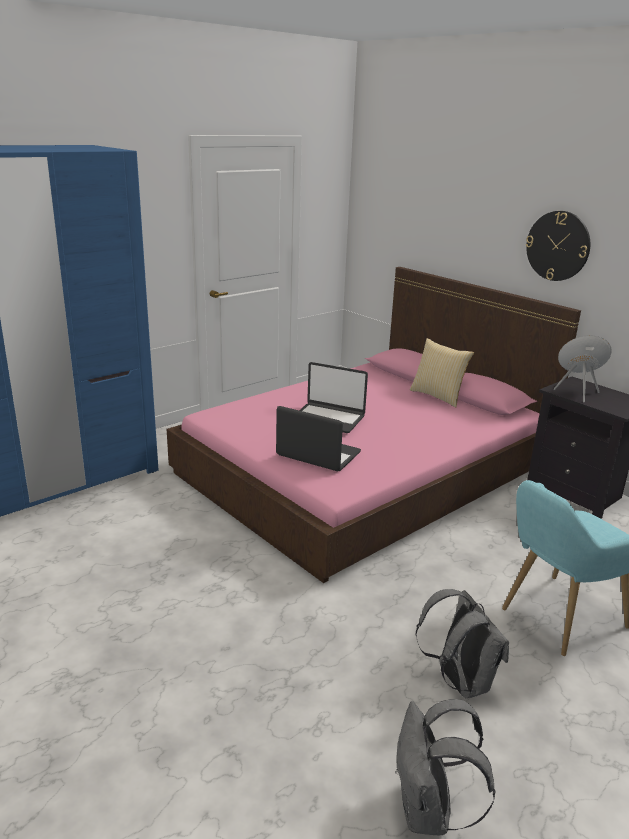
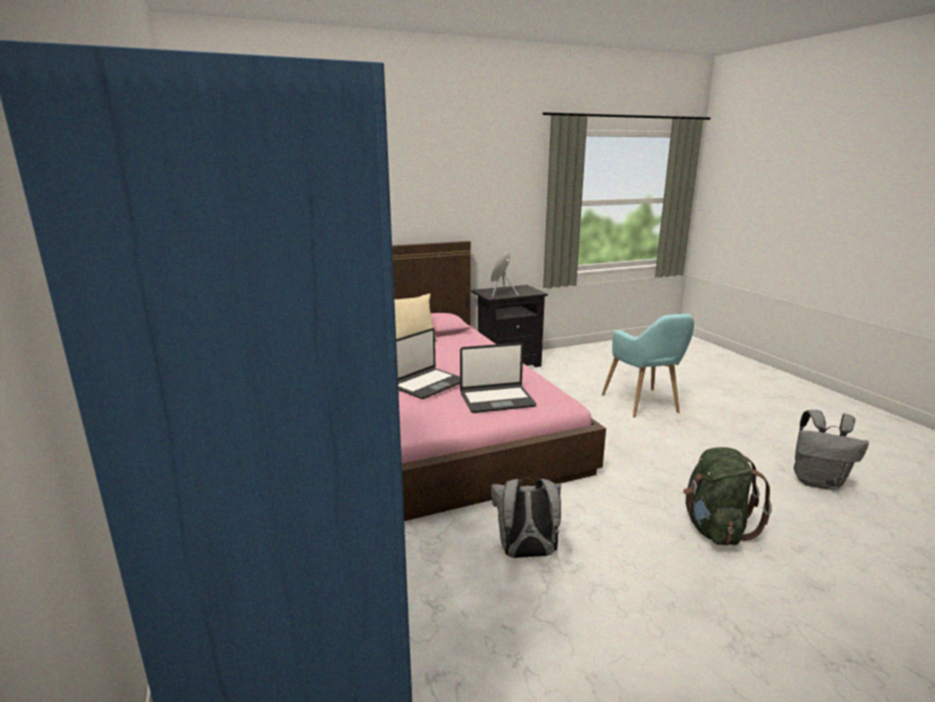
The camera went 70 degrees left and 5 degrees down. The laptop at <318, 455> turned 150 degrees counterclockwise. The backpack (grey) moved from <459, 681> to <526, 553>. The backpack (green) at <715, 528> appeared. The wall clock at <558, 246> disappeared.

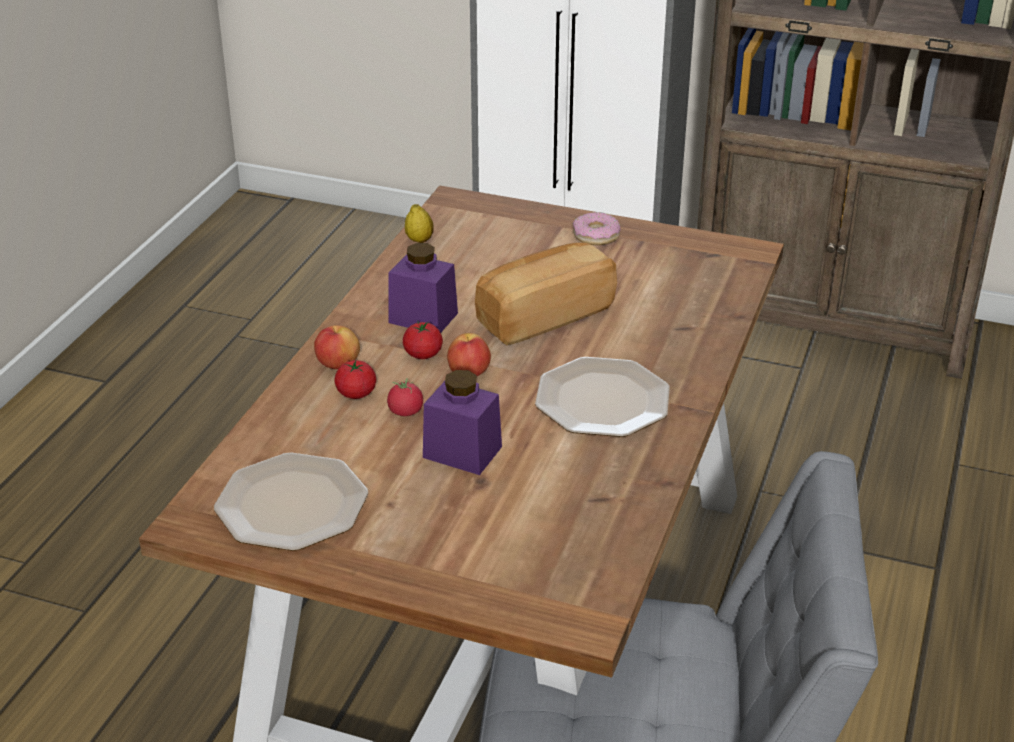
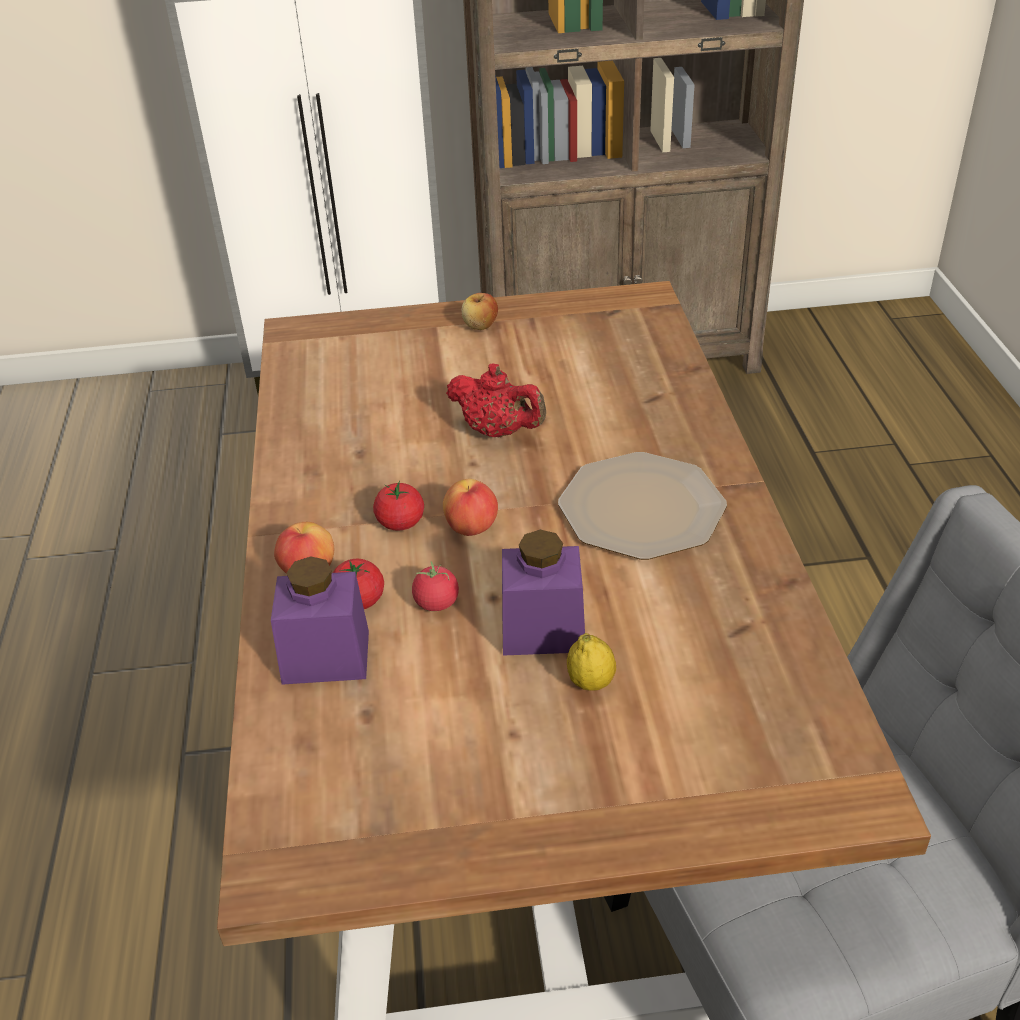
The camera went 25 degrees left and 5 degrees up. The jar (purple) moved from <423, 318> to <326, 657>. The bread at <543, 316> was replaced by the teapot (red) at <498, 431>. The donut at <596, 236> was replaced by the apple at <480, 326>. The lemon moved from <419, 240> to <591, 682>. The plate at <290, 505> disappeared.

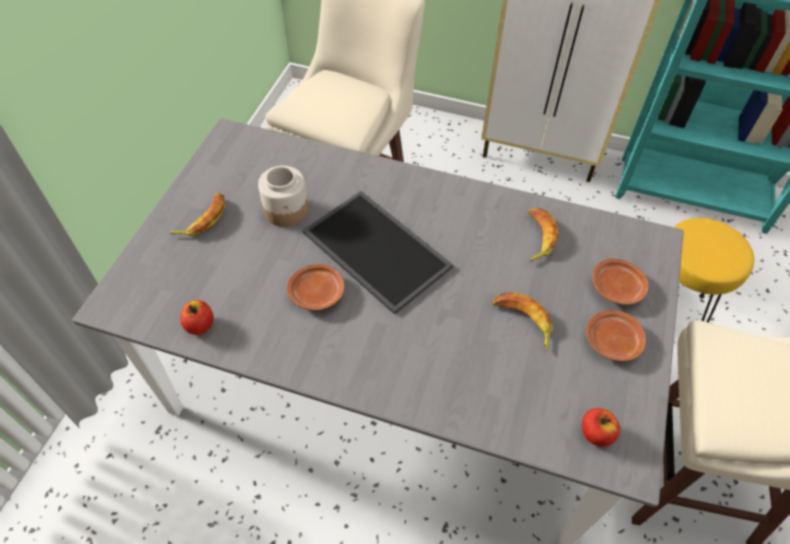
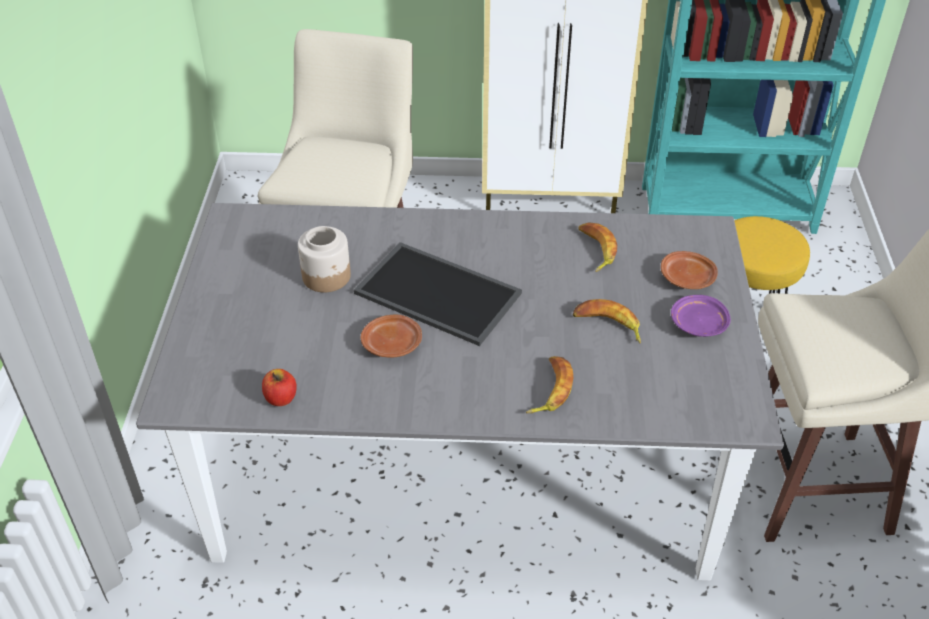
The camera went 15 degrees left and 10 degrees down. The banana moved from <203, 219> to <550, 389>. The plate (brown) at <612, 341> became the plate (purple) at <698, 324>. The apple at <596, 433> disappeared.

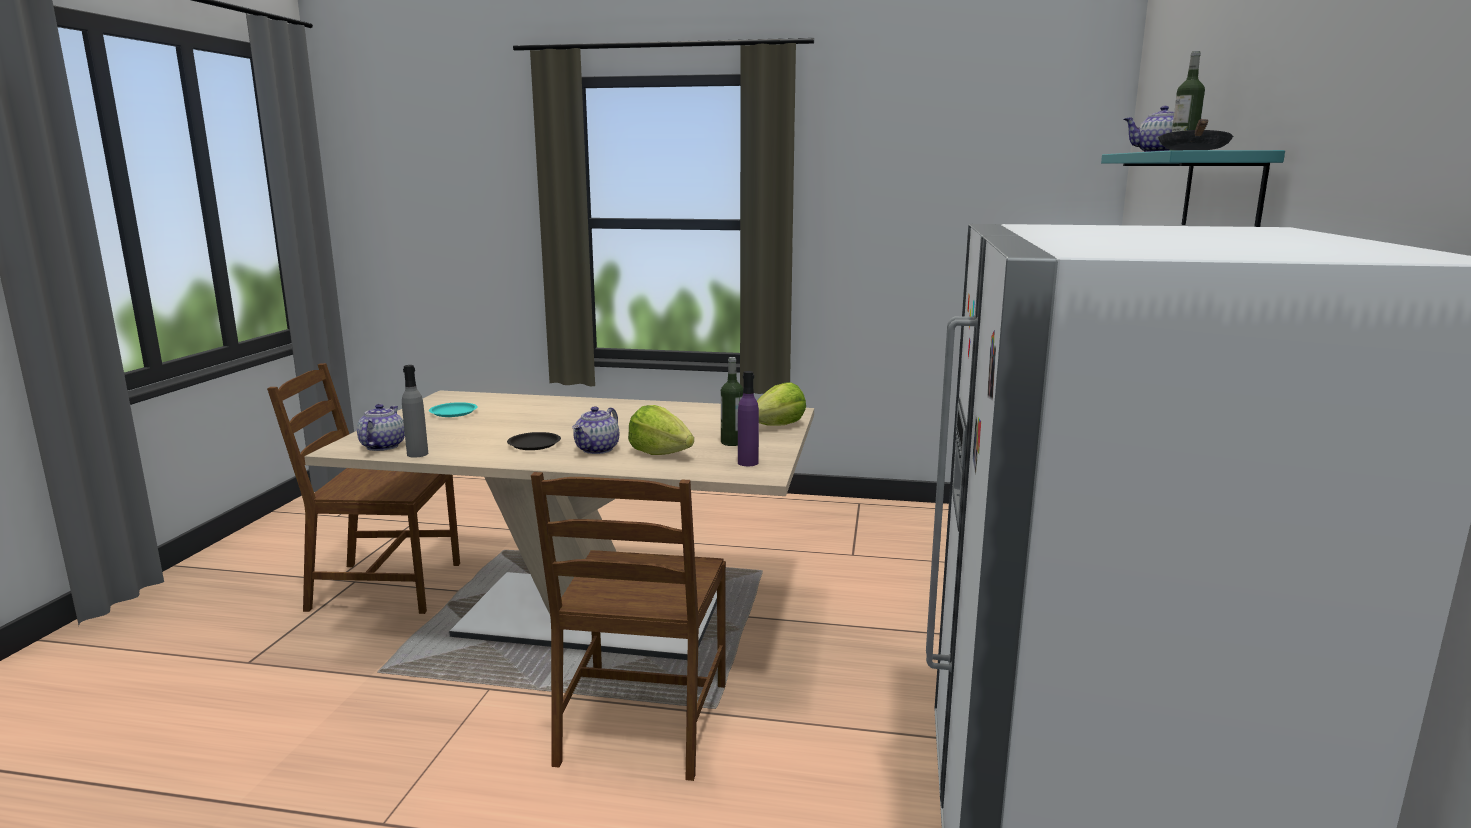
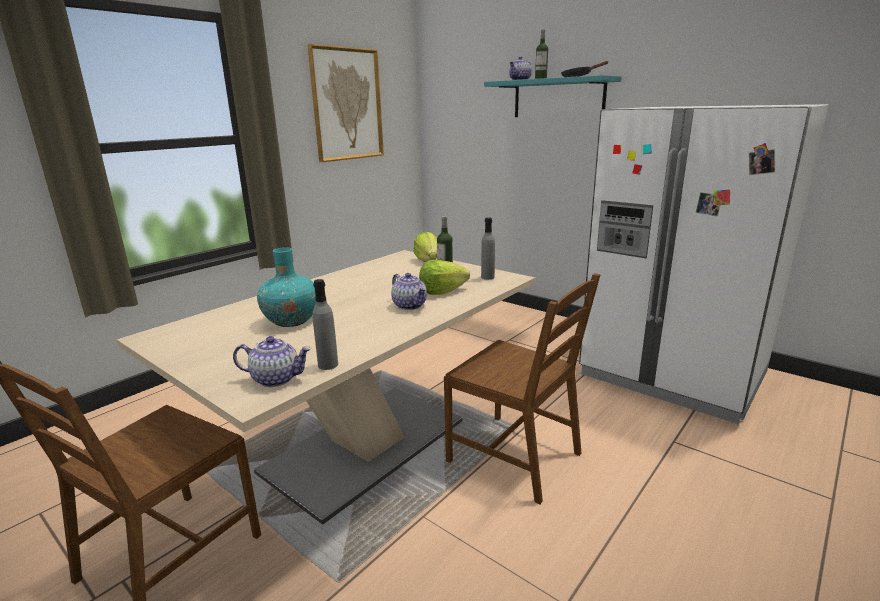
The camera went 60 degrees left and 5 degrees up. The teapot at <382, 446> turned 150 degrees clockwise. The vase (turquoise) at <291, 320> appeared. The picture at <347, 104> appeared. The bottle (purple) at <748, 463> became the bottle (grey) at <487, 277>. The plate (turquoise) at <453, 413> disappeared. The plate (black) at <534, 444> disappeared.

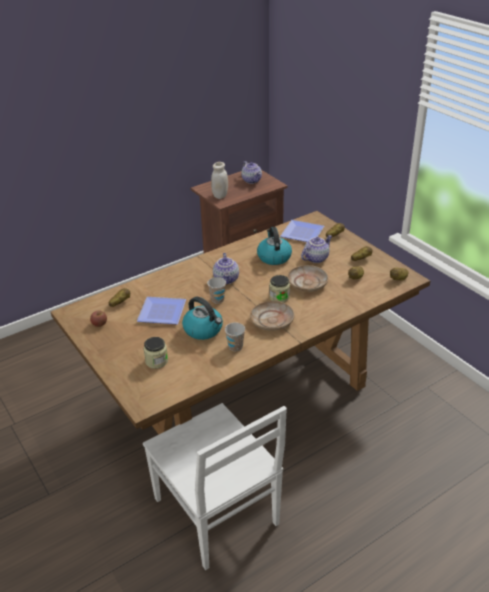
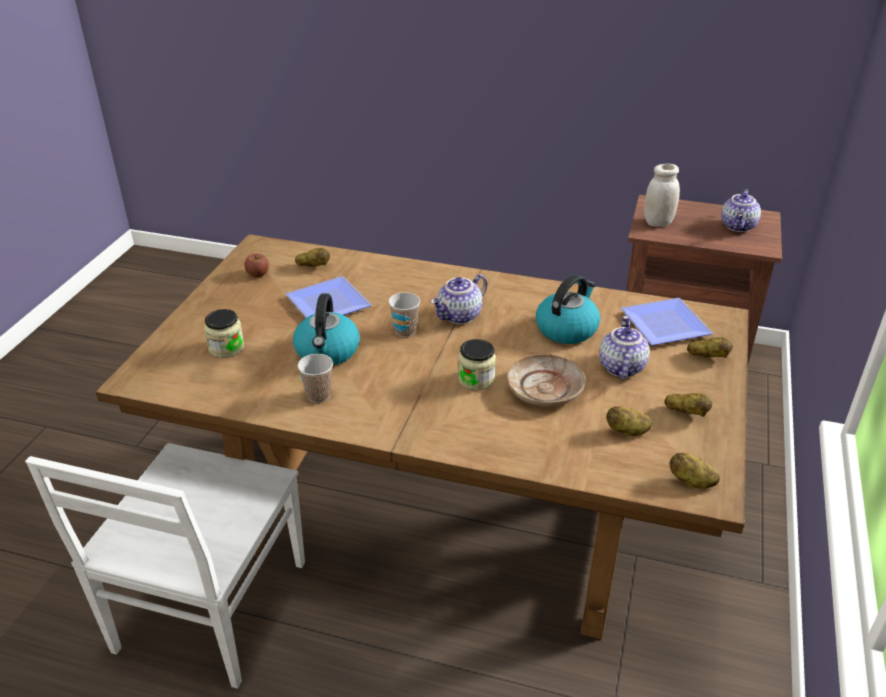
The camera went 50 degrees right and 0 degrees up. The teapot at <315, 258> turned 90 degrees counterclockwise. The plate (beige) at <272, 321> disappeared.

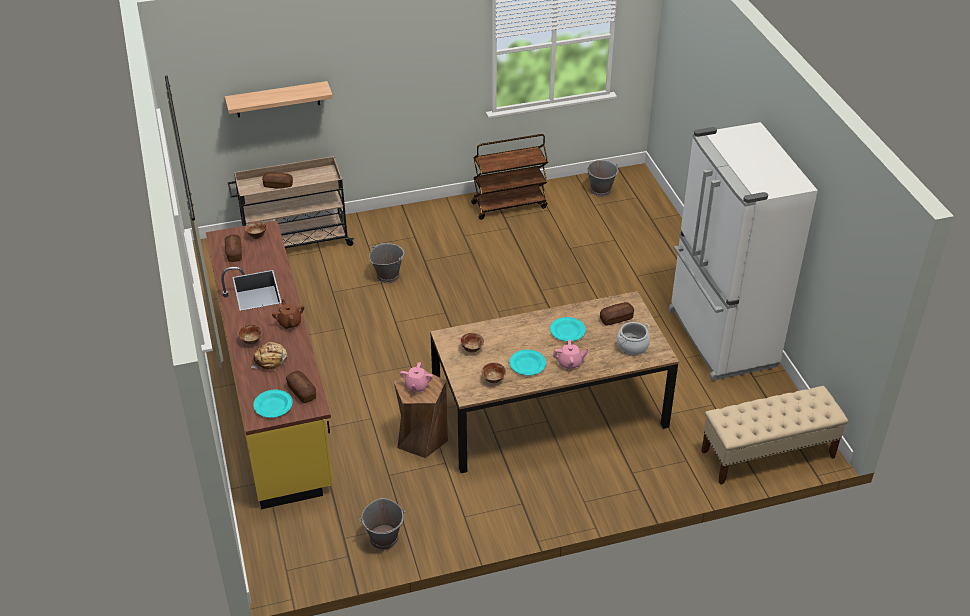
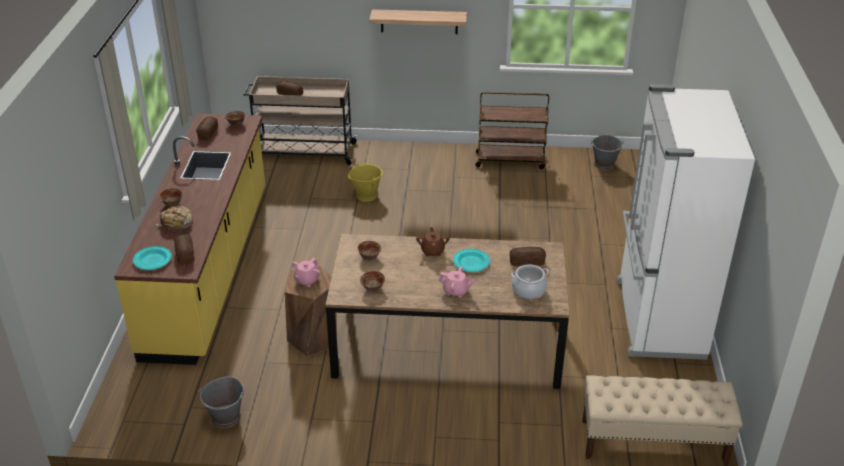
The camera went 20 degrees right and 5 degrees down. The bucket (grey) at <388, 275> became the bucket (yellow) at <366, 195>. The shelf moved from <277, 99> to <419, 21>. The teapot (brown) moved from <290, 322> to <432, 251>. The plate (turquoise) at <527, 364> disappeared.

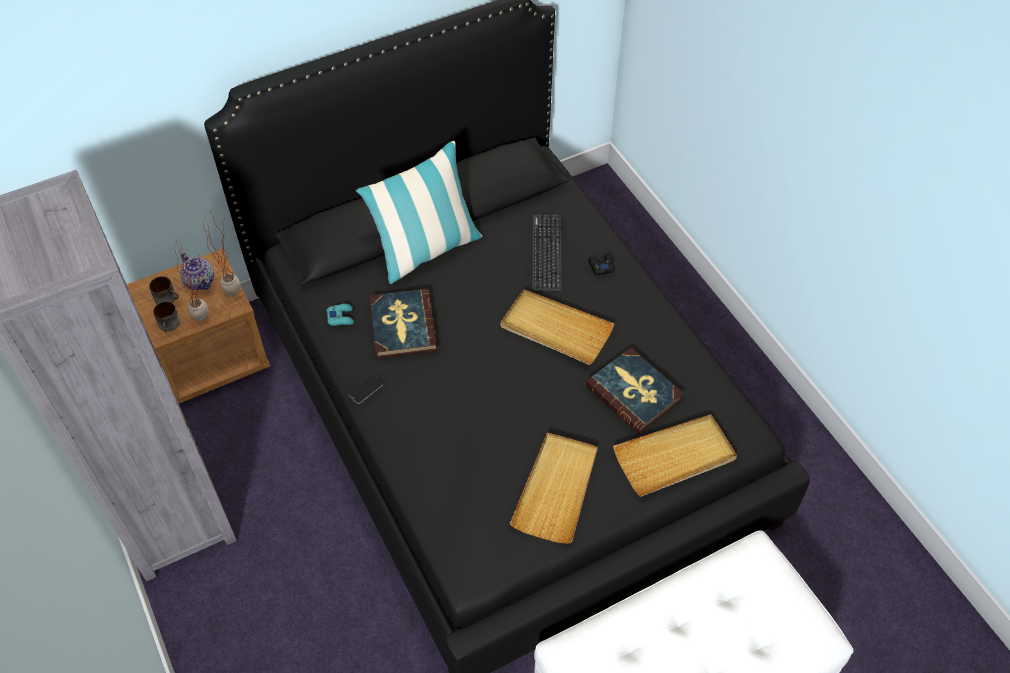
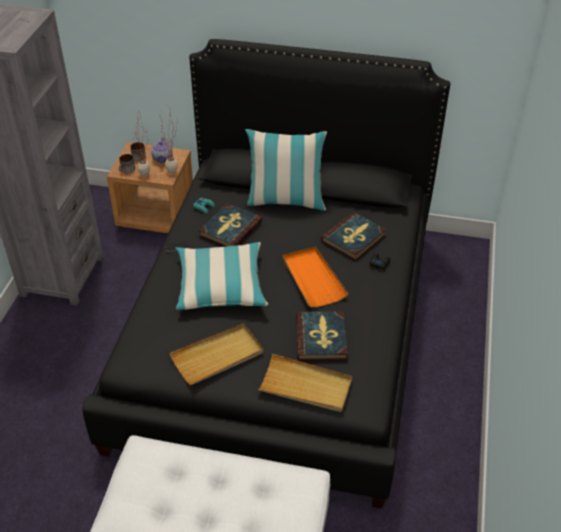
The camera went 40 degrees right and 10 degrees down. The pillow at <221, 286> appeared. The tray (beige) at <555, 329> became the tray (orange) at <313, 279>. The keyboard at <546, 253> was replaced by the book at <354, 238>.

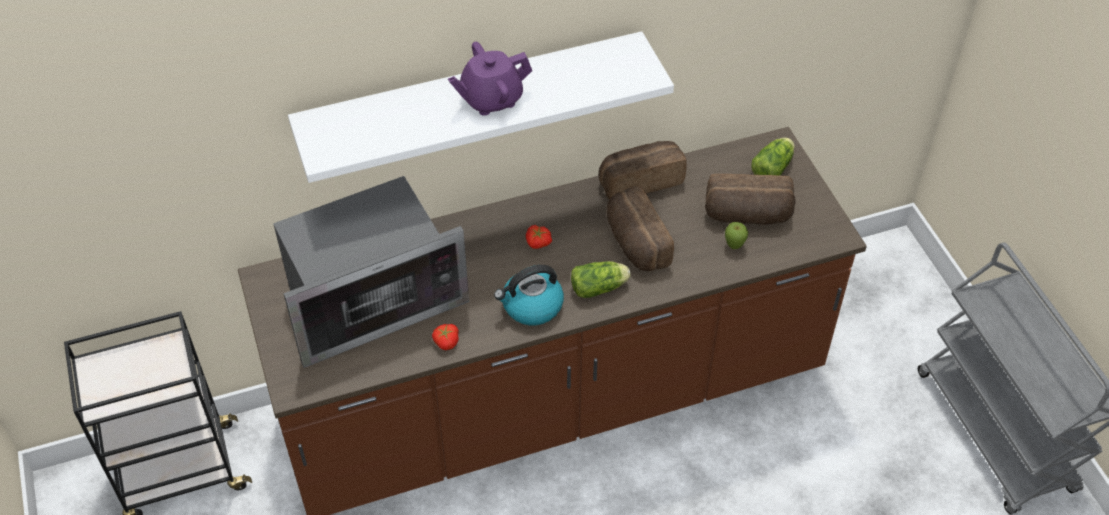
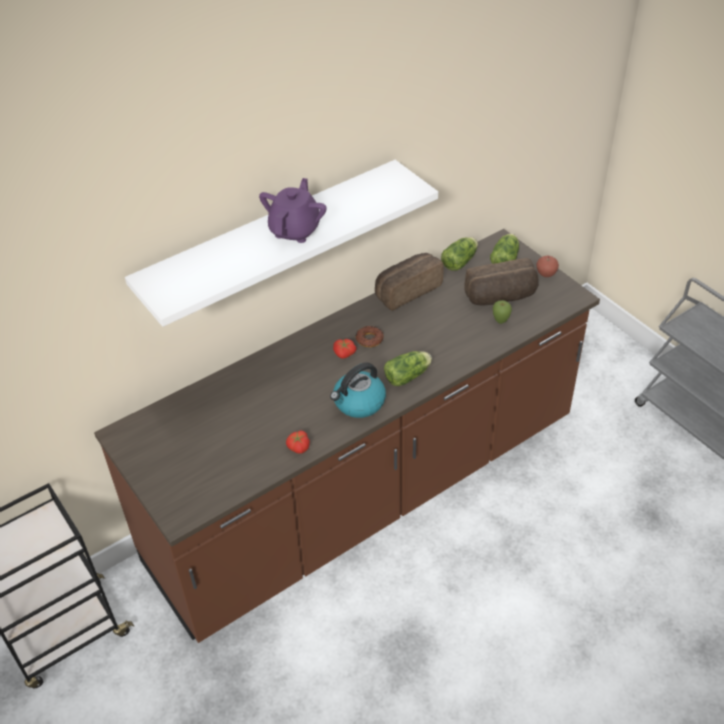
The camera went 15 degrees left and 5 degrees down. The teapot (purple) at <491, 99> turned 150 degrees clockwise. The donut at <369, 339> appeared. The lettuce at <461, 261> appeared. The apple at <546, 274> appeared. The microwave at <371, 301> disappeared. The bread at <635, 243> disappeared.

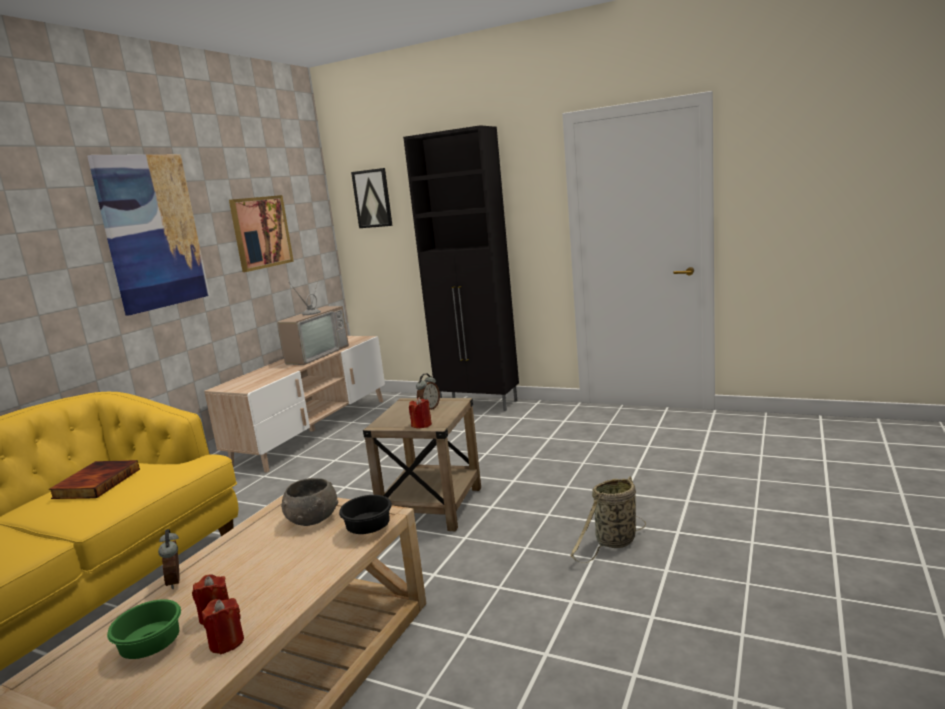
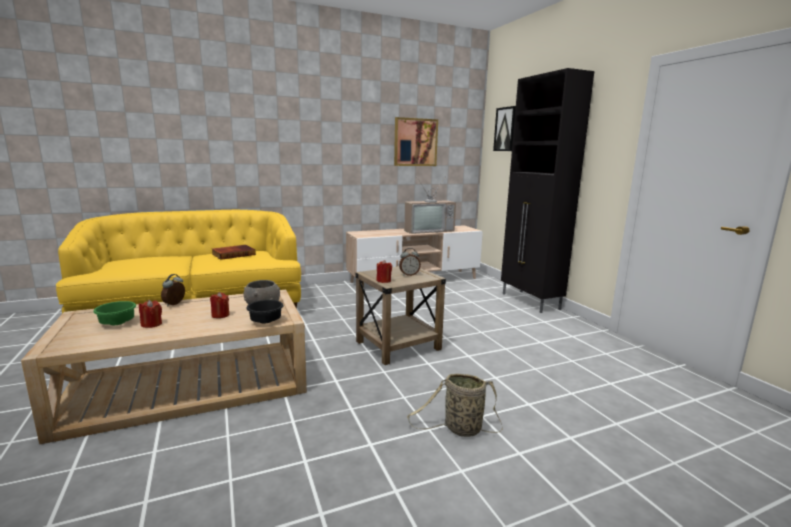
The camera went 40 degrees right and 0 degrees up. The candle (red) moved from <227, 642> to <220, 315>. The picture at <151, 232> disappeared.

